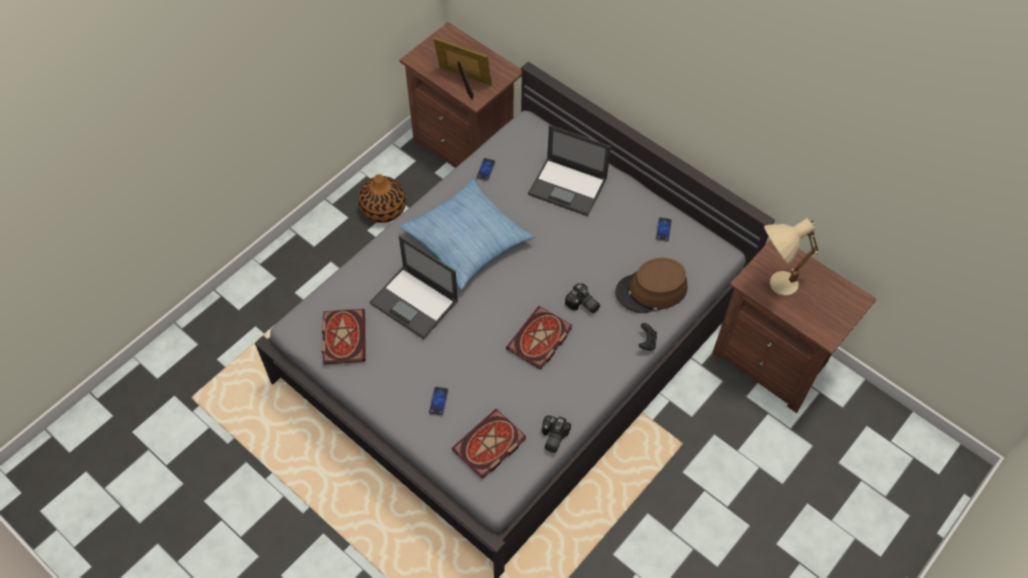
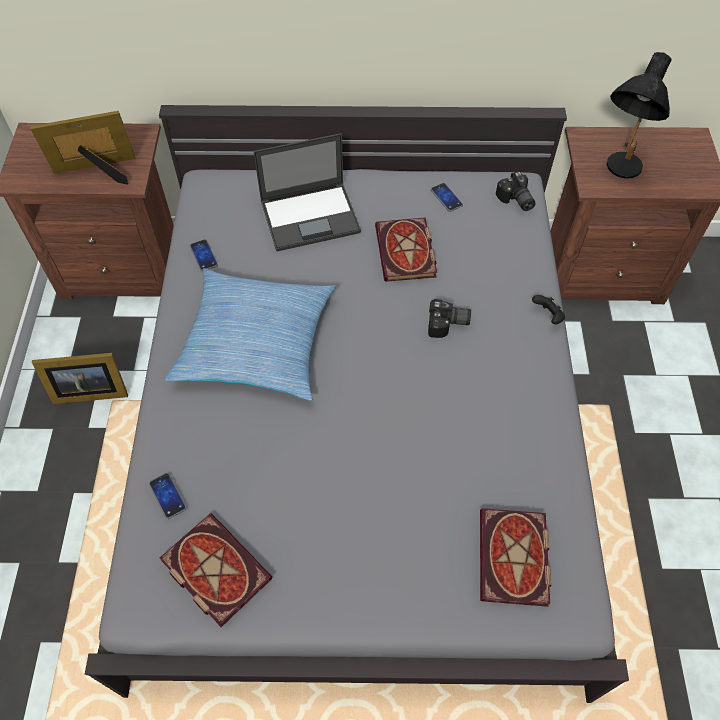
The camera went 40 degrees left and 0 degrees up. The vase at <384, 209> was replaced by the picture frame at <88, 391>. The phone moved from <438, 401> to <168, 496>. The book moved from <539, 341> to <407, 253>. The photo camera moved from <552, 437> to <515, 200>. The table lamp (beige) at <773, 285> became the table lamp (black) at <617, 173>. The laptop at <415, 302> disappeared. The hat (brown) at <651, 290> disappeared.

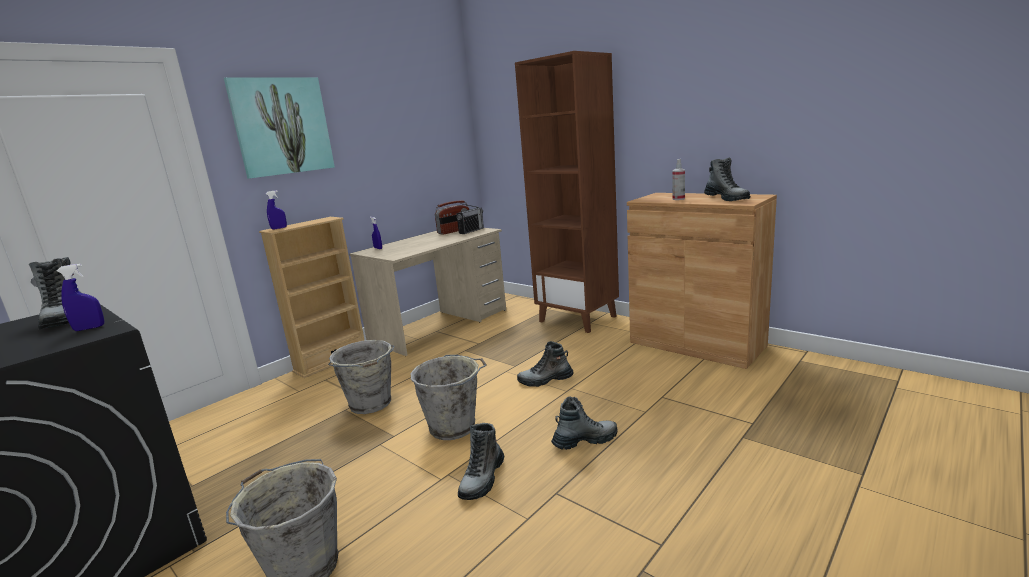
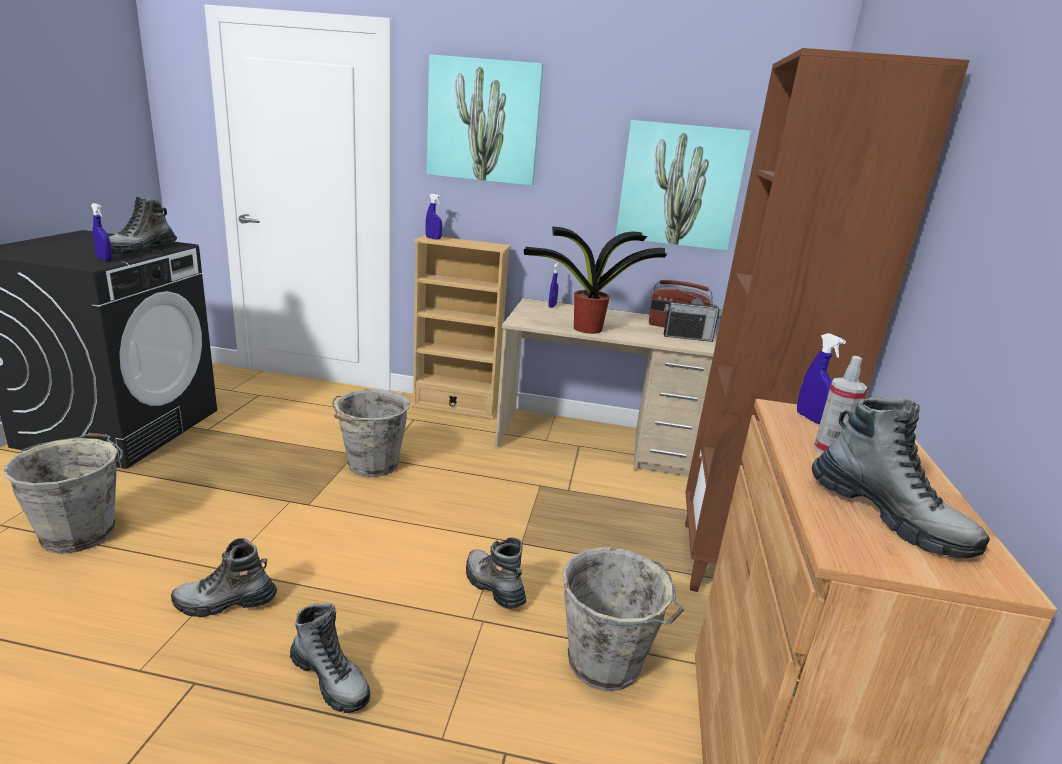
The camera went 55 degrees right and 5 degrees up. The potted plant at <585, 328> appeared. The bucket (grey) moved from <454, 426> to <606, 664>. The picture at <679, 186> appeared. The spray bottle (blue) at <810, 418> appeared. The boot at <726, 198> turned 75 degrees counterclockwise.

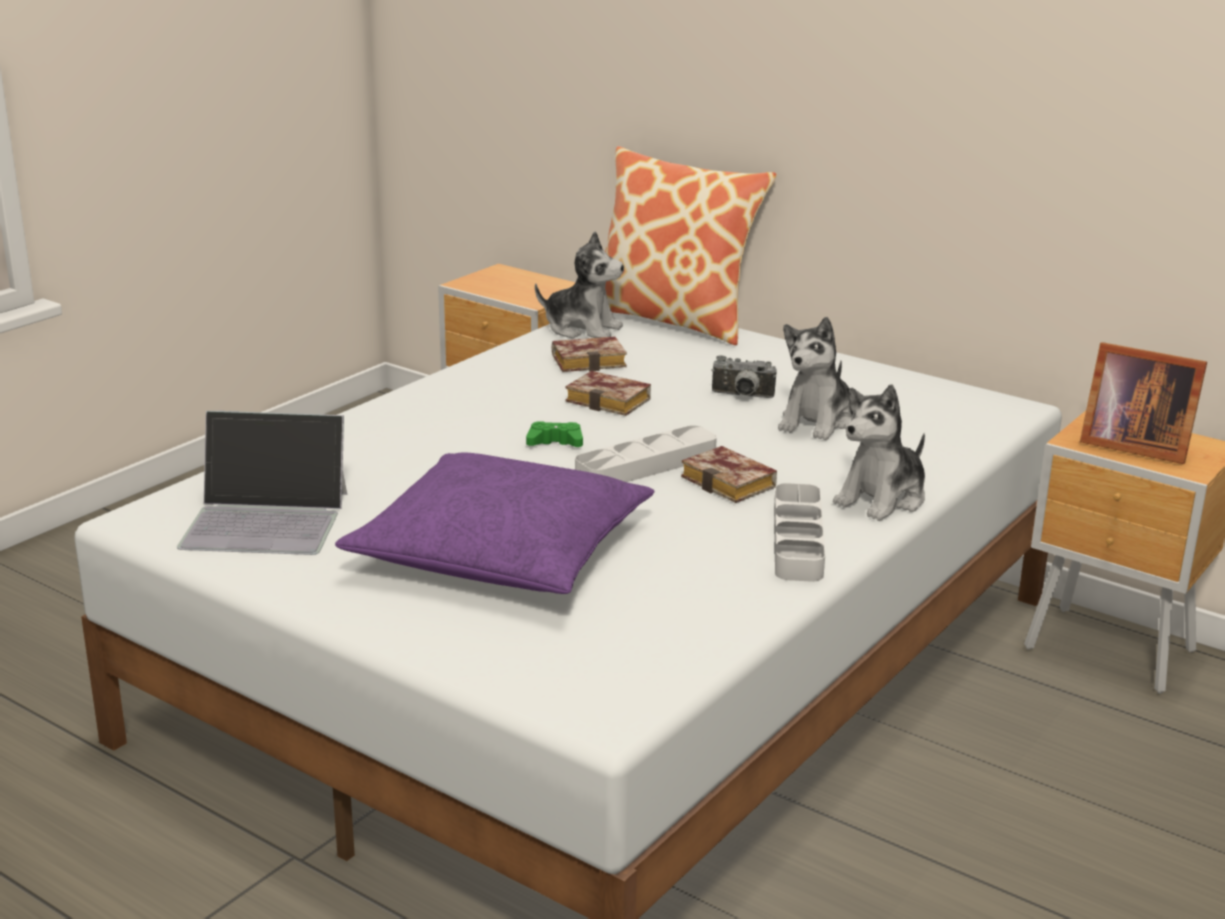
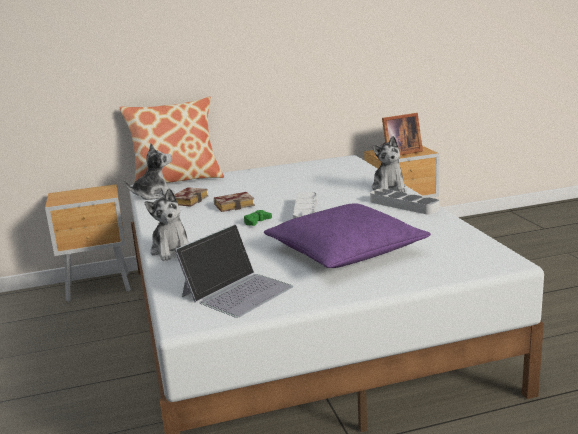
The camera went 50 degrees left and 5 degrees down. The plush toy moved from <817, 422> to <172, 250>. The book at <732, 483> disappeared. The photo camera at <742, 396> disappeared.

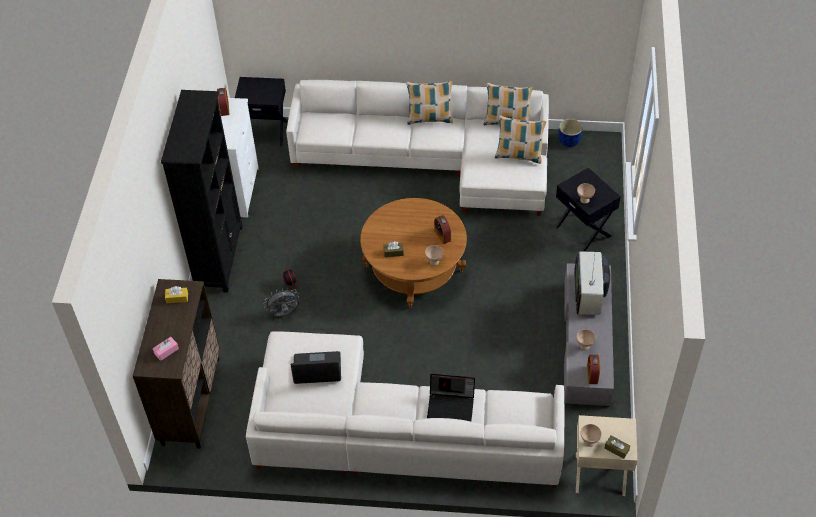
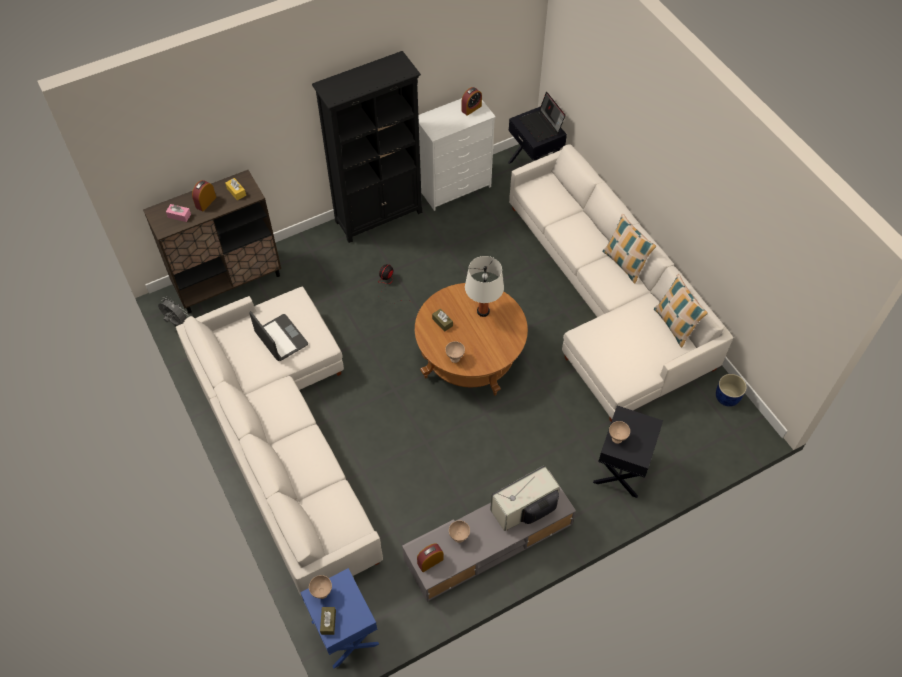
The camera went 55 degrees right and 5 degrees up. The fan (grey) moved from <284, 314> to <176, 323>. The alarm clock moved from <442, 235> to <206, 202>. The side table (beige) at <600, 474> became the side table (blue) at <344, 633>. The table lamp (white) at <483, 311> appeared. The laptop moved from <451, 405> to <541, 126>. The pillow at <519, 155> disappeared.

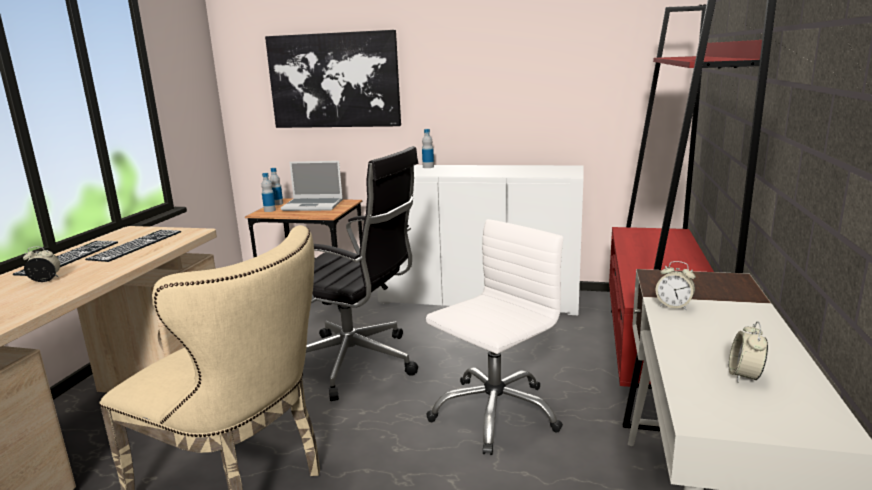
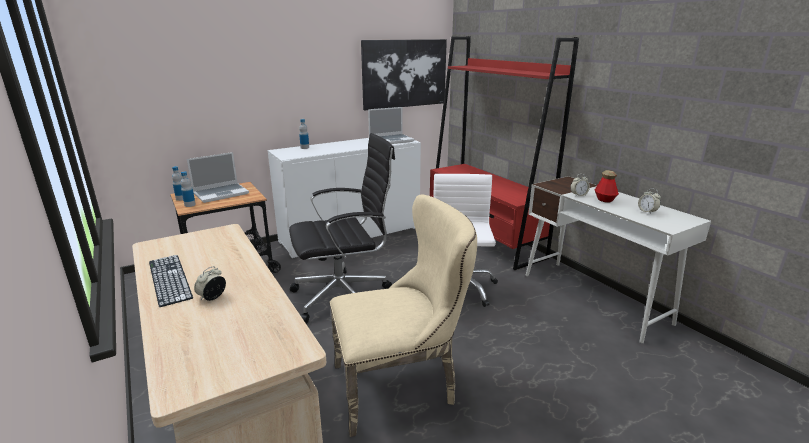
The camera went 45 degrees left and 5 degrees up. The picture moved from <334, 80> to <404, 73>. The laptop at <391, 140> appeared. The bottle at <604, 200> appeared. The keyboard at <136, 245> disappeared.

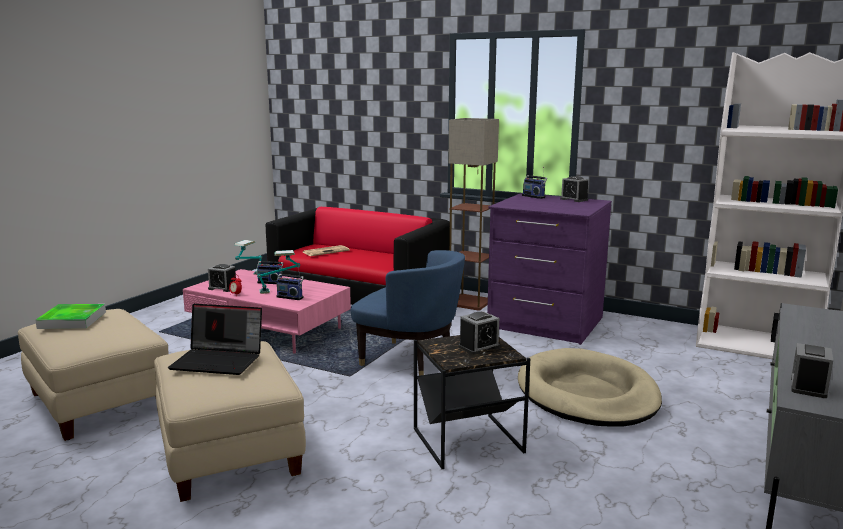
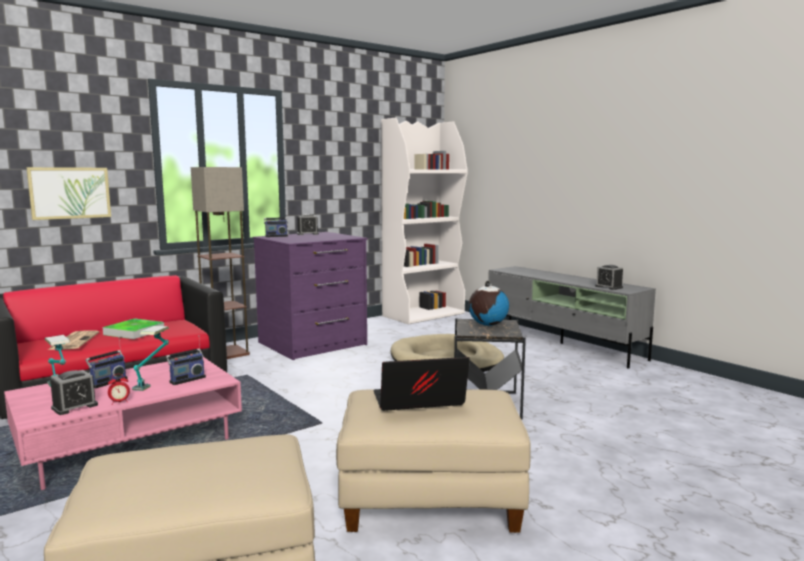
The camera went 65 degrees left and 5 degrees down. The picture at <70, 193> appeared. The tray moved from <72, 320> to <134, 332>. The laptop at <219, 360> turned 135 degrees counterclockwise. The alarm clock at <479, 347> was replaced by the globe at <487, 325>. The armchair (blue) at <409, 360> disappeared.

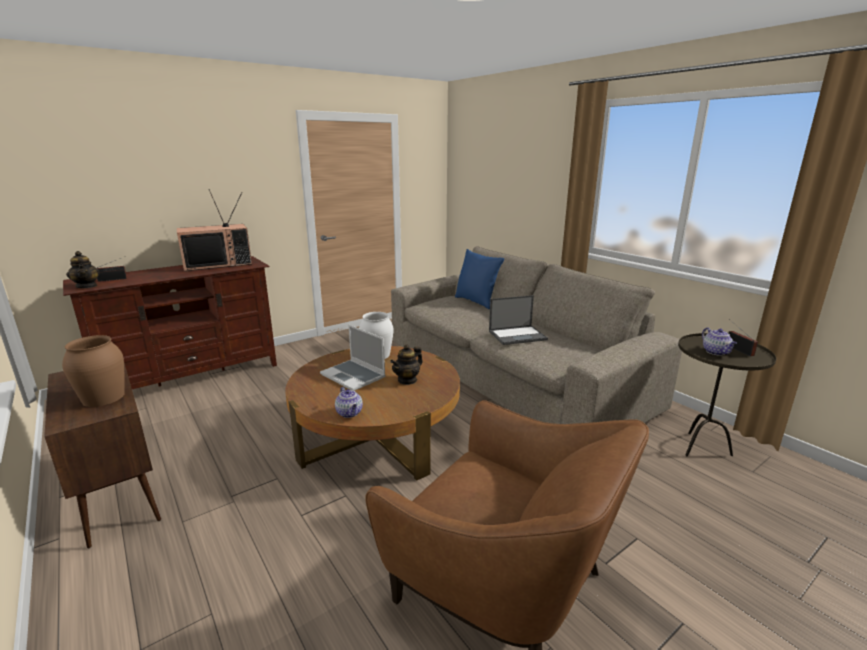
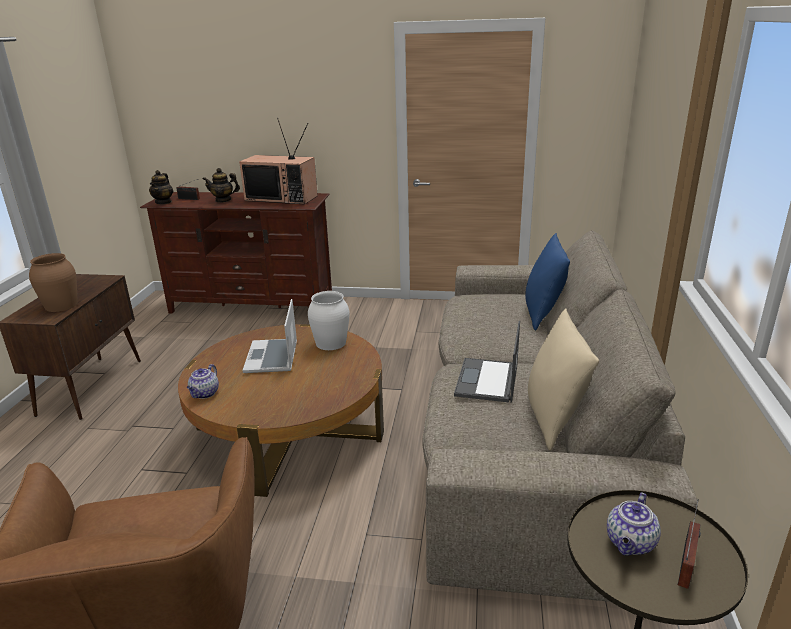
The camera went 45 degrees right and 5 degrees up. The teapot moved from <407, 380> to <223, 200>. The laptop at <518, 335> turned 75 degrees clockwise. The pillow (beige) at <554, 418> appeared.

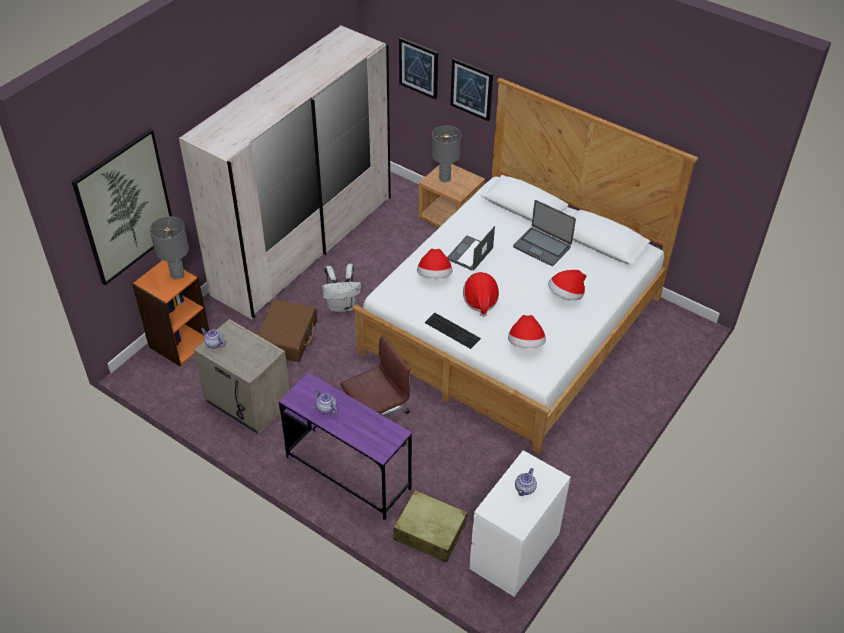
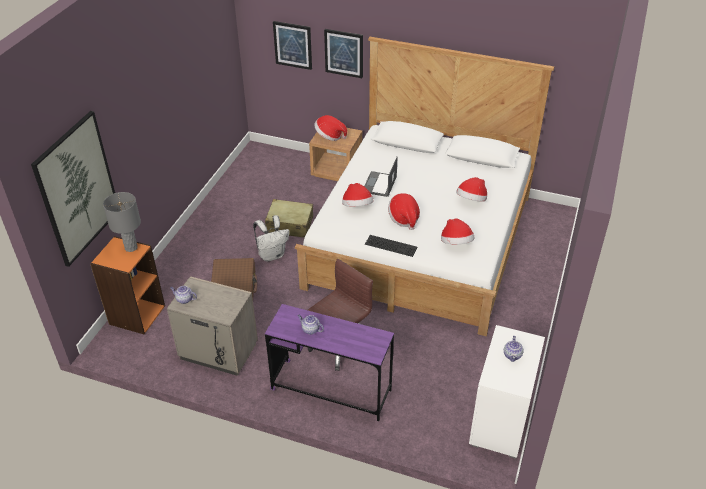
The camera went 15 degrees left and 5 degrees down. The suitcase (beige) moved from <429, 532> to <289, 225>. The table lamp (grey) at <445, 178> was replaced by the hat at <329, 136>. The wardrobe (white) at <304, 244> disappeared. The laptop at <542, 246> disappeared.

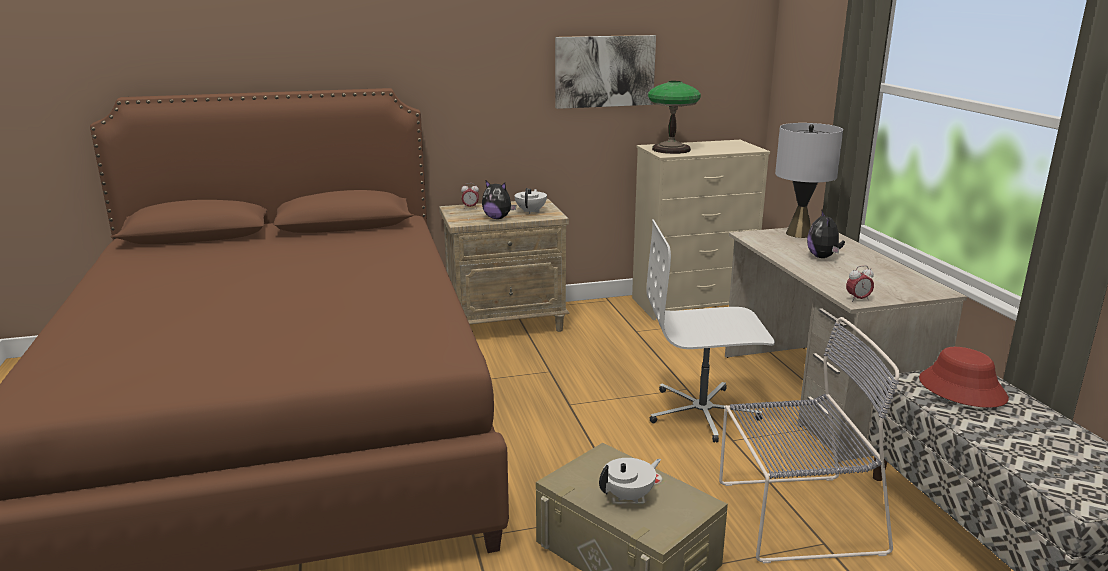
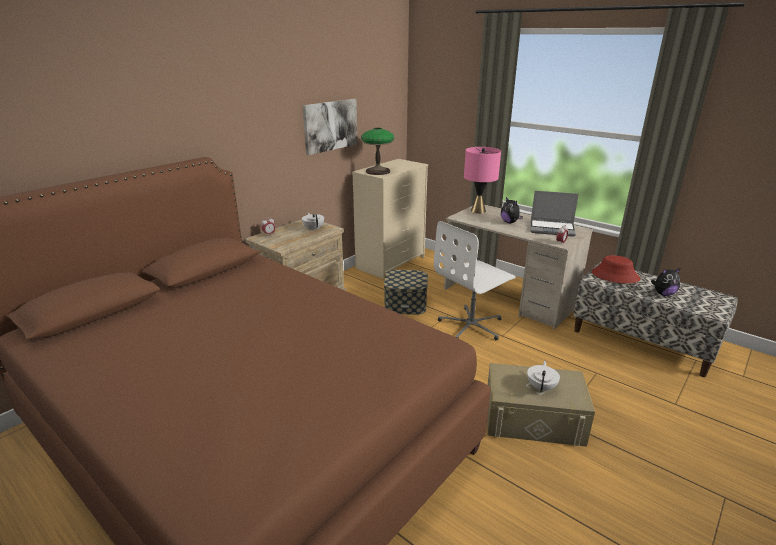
The camera went 35 degrees left and 5 degrees up. The storage box at <405, 303> appeared. The table lamp (grey) at <799, 234> became the table lamp (pink) at <478, 211>. The laptop at <552, 229> appeared. The plush toy moved from <497, 218> to <663, 294>. The chair (grey) at <793, 517> disappeared.

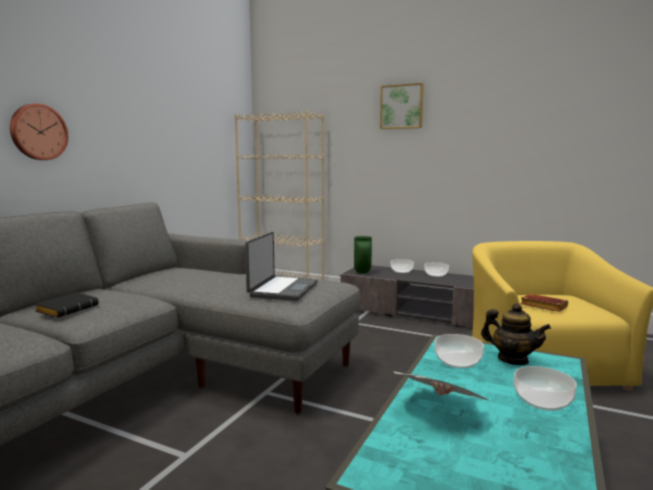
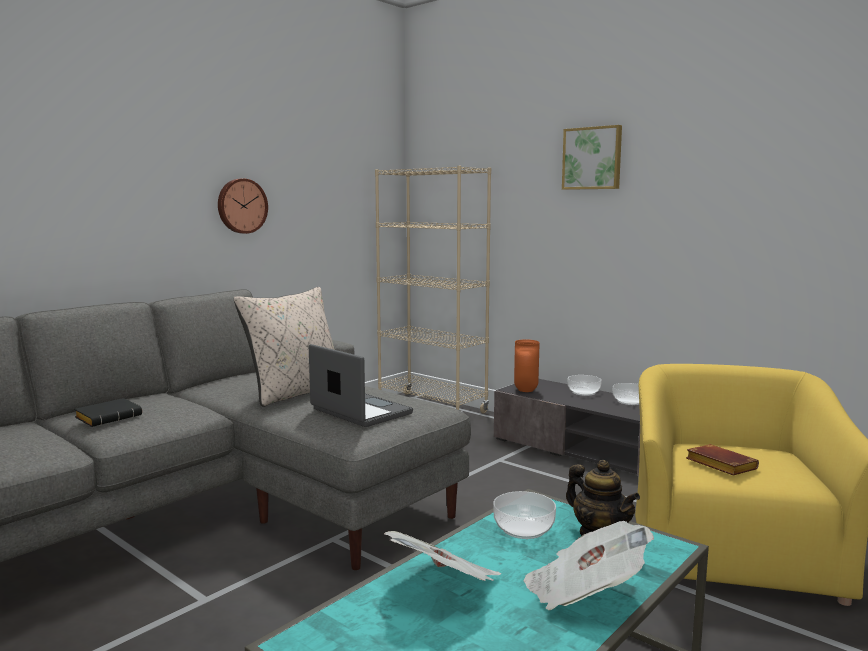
The camera went 15 degrees right and 0 degrees up. The wall clock moved from <38, 132> to <241, 206>. The pillow (beige) at <296, 393> appeared. The laptop at <282, 289> turned 75 degrees counterclockwise. The vase (green) at <363, 272> became the vase (orange) at <526, 390>. The bowl at <542, 400> was replaced by the newspaper at <584, 593>.

